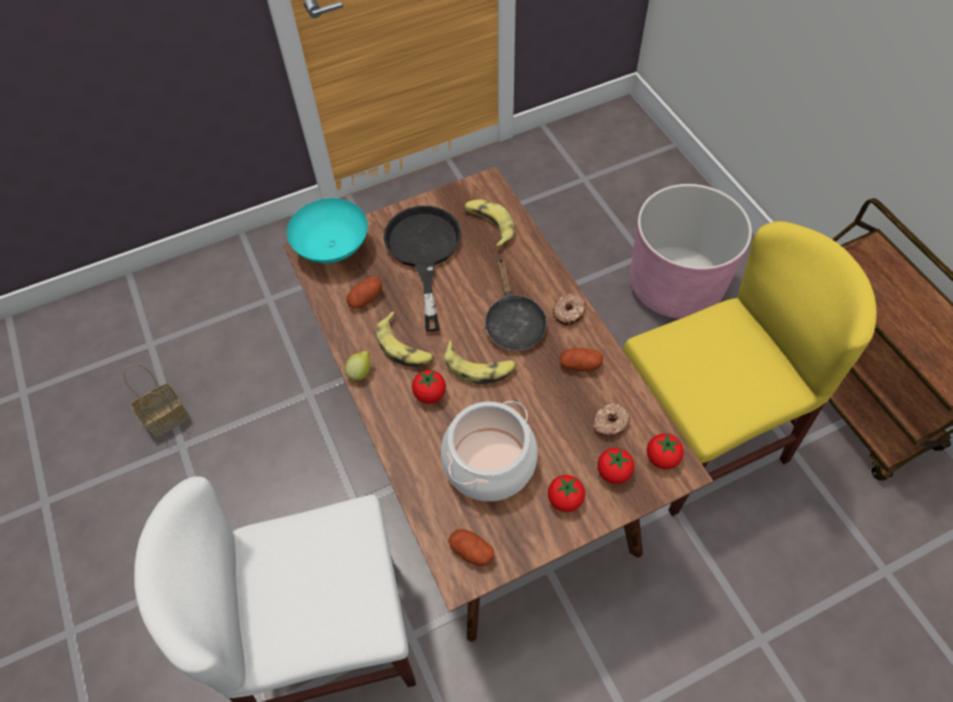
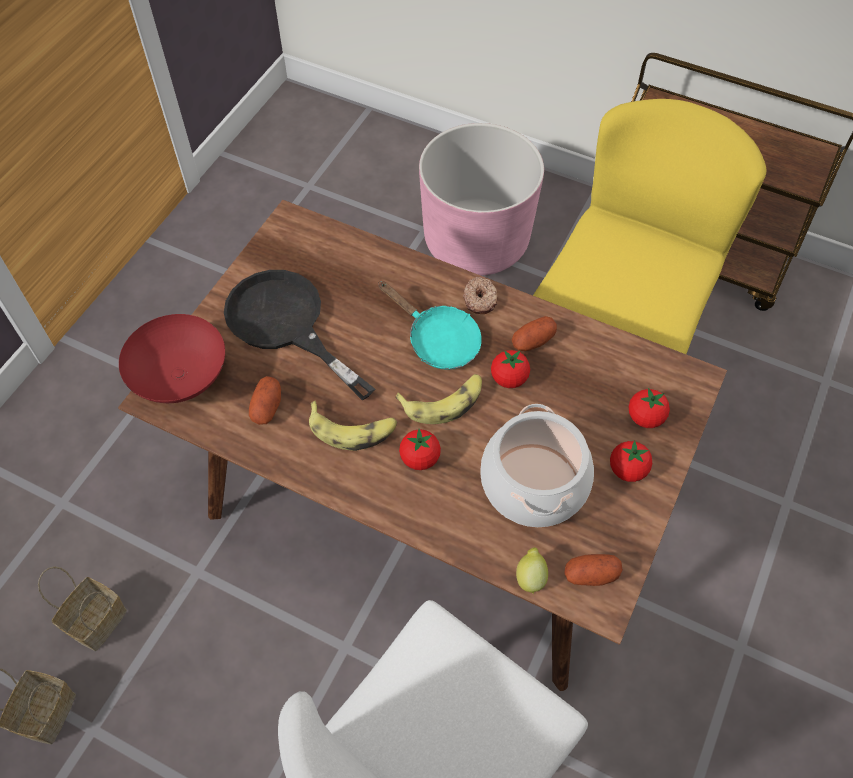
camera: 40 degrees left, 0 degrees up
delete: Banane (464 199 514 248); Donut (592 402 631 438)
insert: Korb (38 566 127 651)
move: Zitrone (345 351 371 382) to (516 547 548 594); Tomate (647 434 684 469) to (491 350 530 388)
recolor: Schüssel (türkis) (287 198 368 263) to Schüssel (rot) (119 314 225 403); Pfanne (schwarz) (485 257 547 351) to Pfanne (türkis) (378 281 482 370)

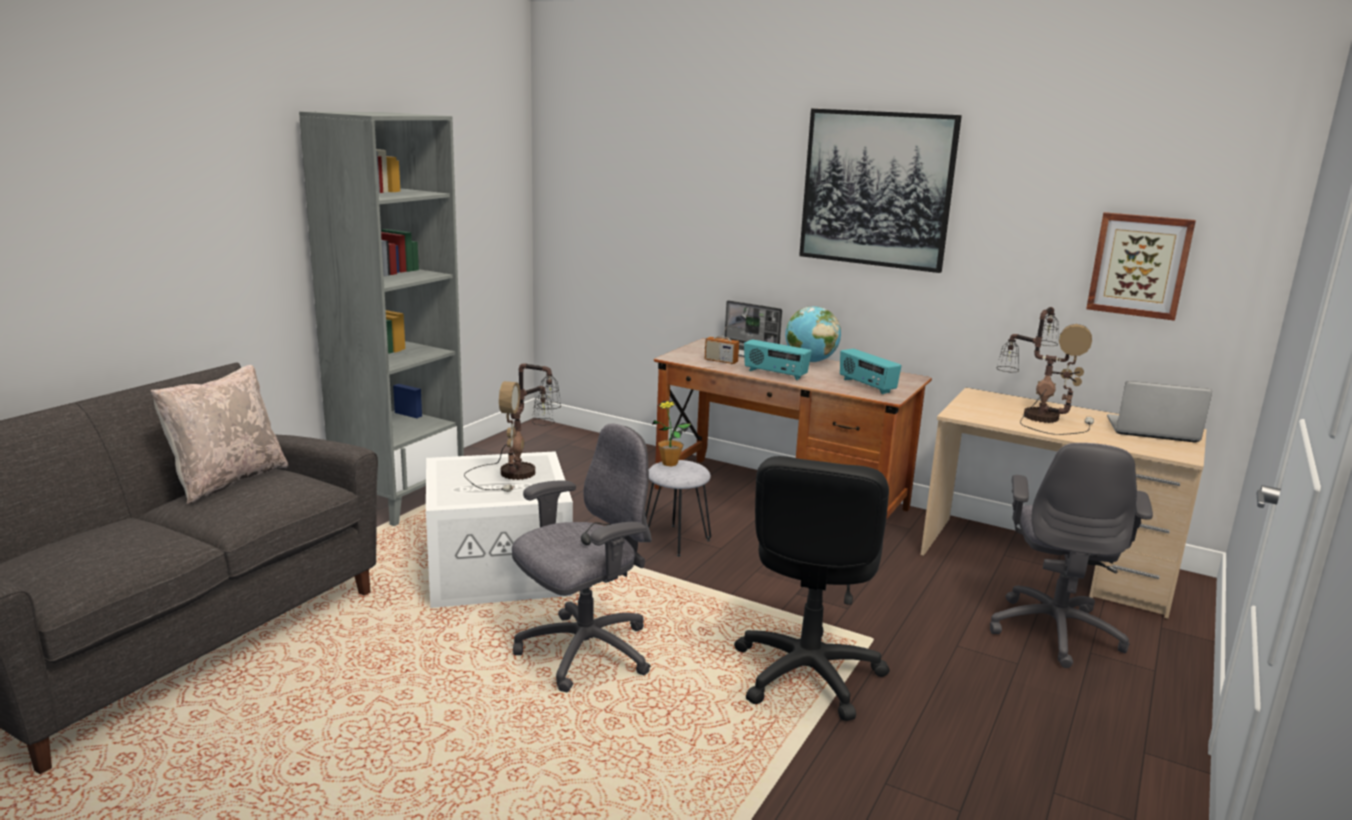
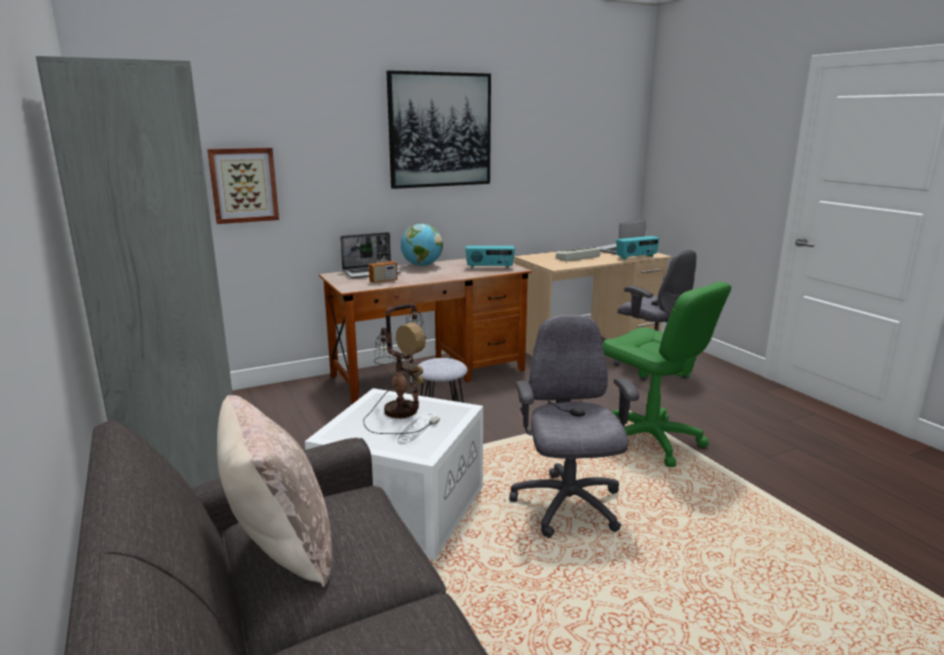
camera: 55 degrees left, 0 degrees up
delete: Topfpflanze (652 401 691 466)
move: Bild (1086 212 1196 321) to (207 148 279 224); Radio (744 339 812 380) to (616 236 659 260)
replace: Tischlampe (996 307 1094 435) to Tastatur (556 247 601 261)
recolor: Bürostuhl (schwarz) (734 456 890 721) to Bürostuhl (grün) (603 282 731 467)

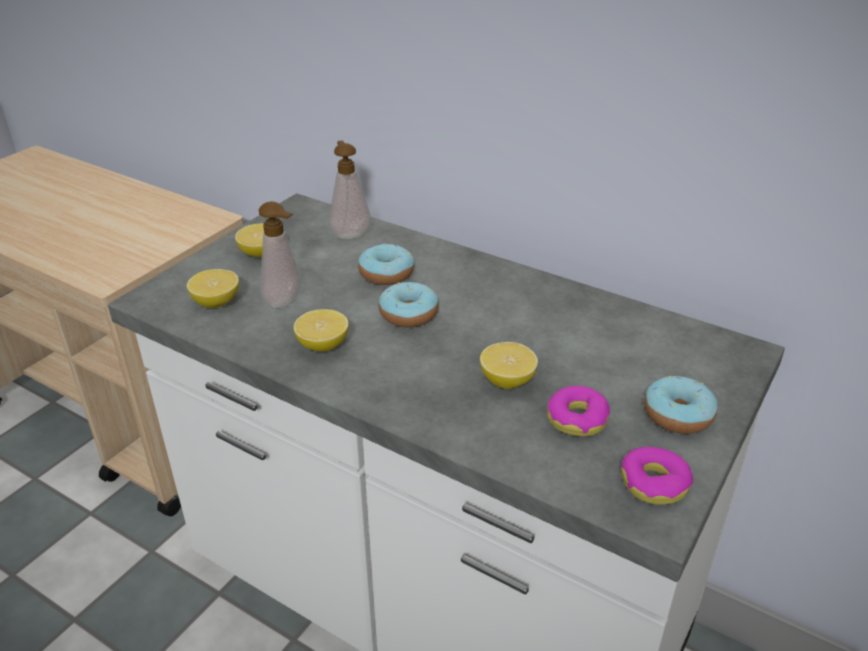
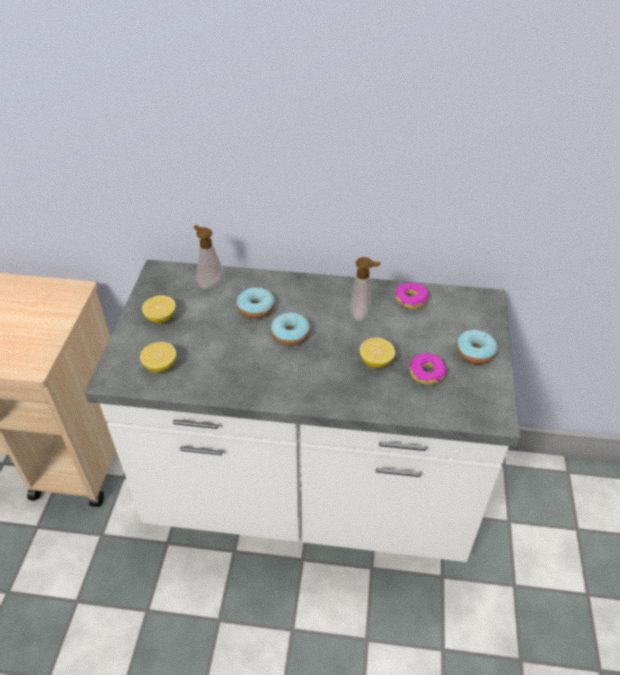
camera: 25 degrees left, 10 degrees up
delete: Zitrone (293 309 349 352)
move: Seifenspender (259 201 301 309) to (350 257 380 322); Donut (621 447 693 505) to (395 283 429 309)

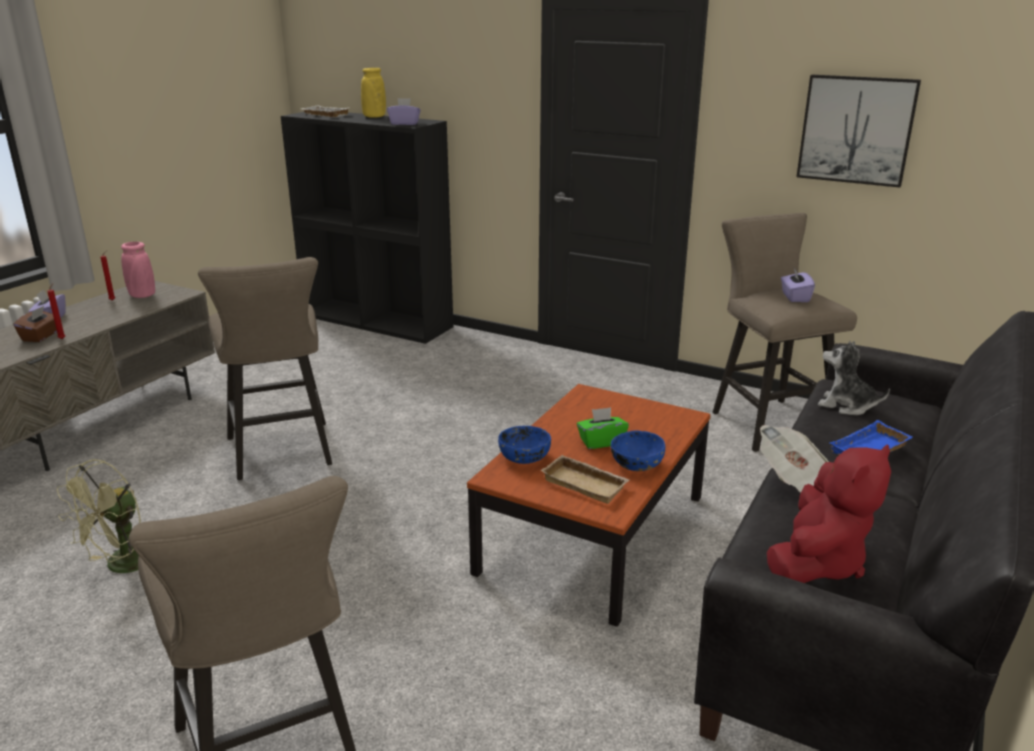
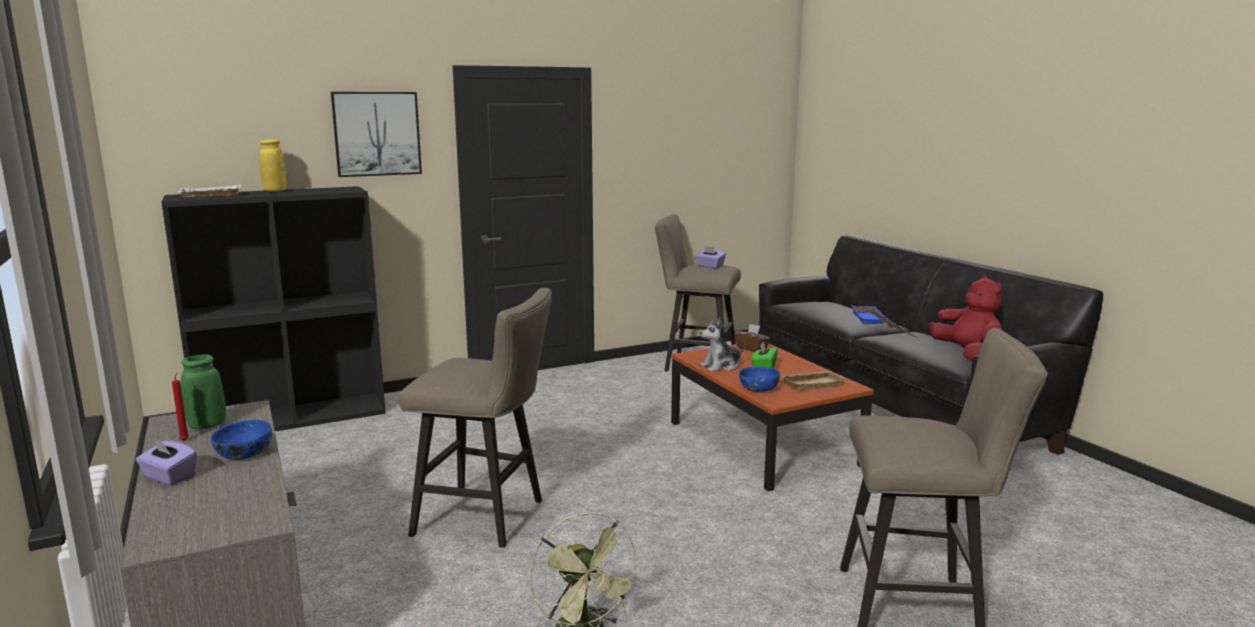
camera: 55 degrees left, 10 degrees down
delete: Taschentuchbox (lila) (387 98 421 125); Kerze (rot) (47 283 65 339)
move: Bild (797 75 921 188) to (331 92 422 177); Taschentuchbox (braun) (14 306 57 342) to (734 324 770 352); Plüschtier (818 341 890 415) to (700 317 746 372); Schüssel (blau) (611 431 665 471) to (211 420 272 460)
recolor: Vase (rosa) (121 242 155 298) to Vase (grün) (180 354 226 429)

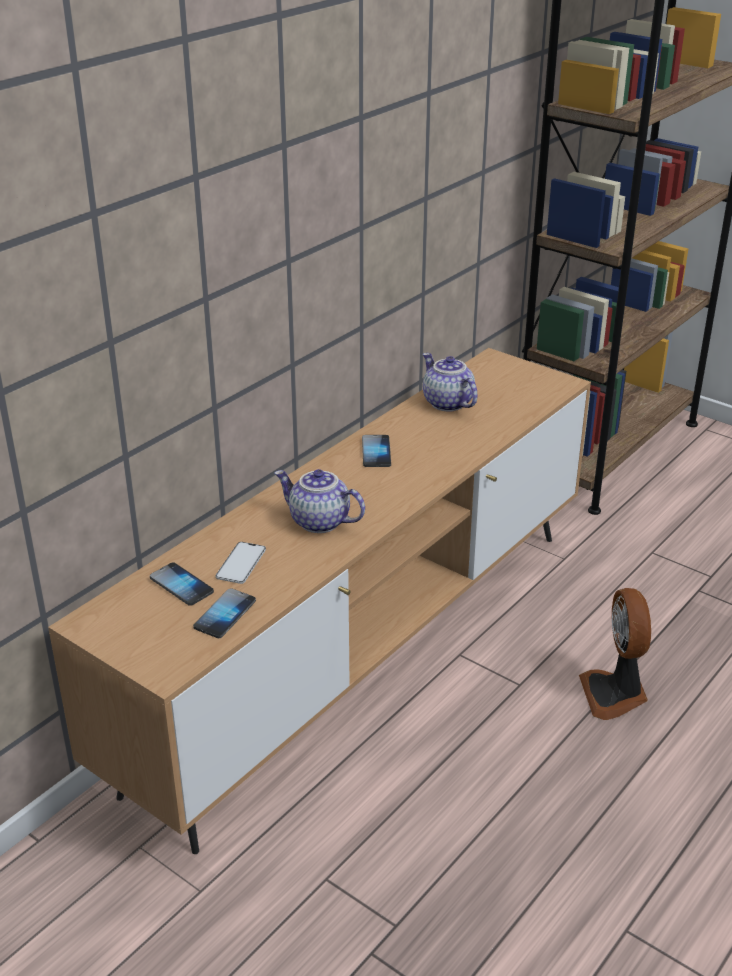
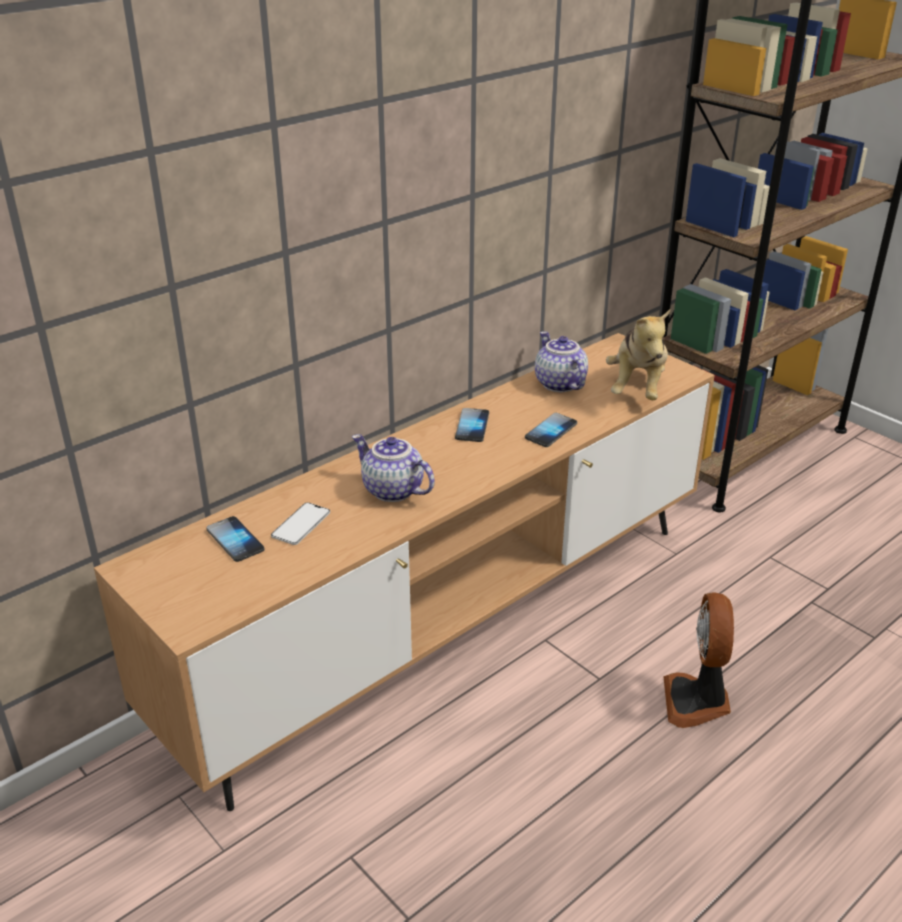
camera: 10 degrees right, 0 degrees up
insert: Plüschtier (606 309 670 400)
move: Handy (193 588 256 638) to (525 413 577 447)

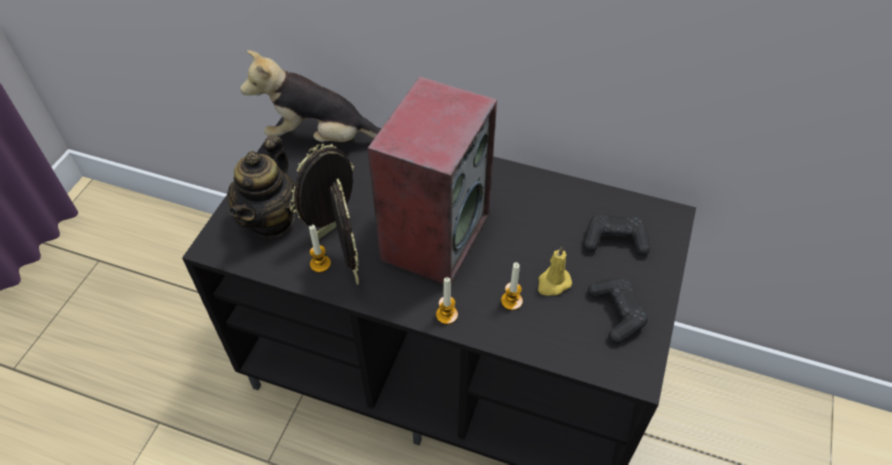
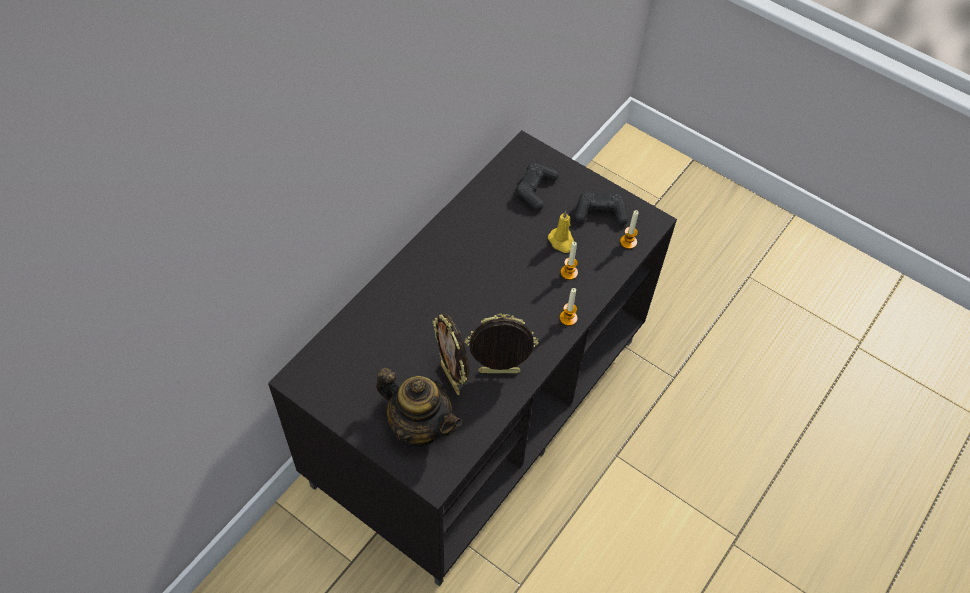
camera: 75 degrees left, 5 degrees up
delete: Plüschtier (240 50 380 142); Lautsprecher (368 76 497 284)
move: Kerze (309 225 331 273) to (620 210 639 249)

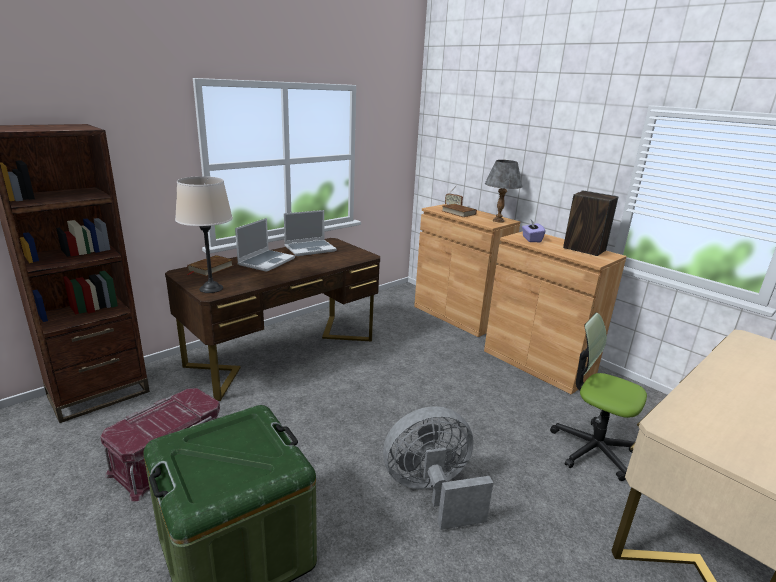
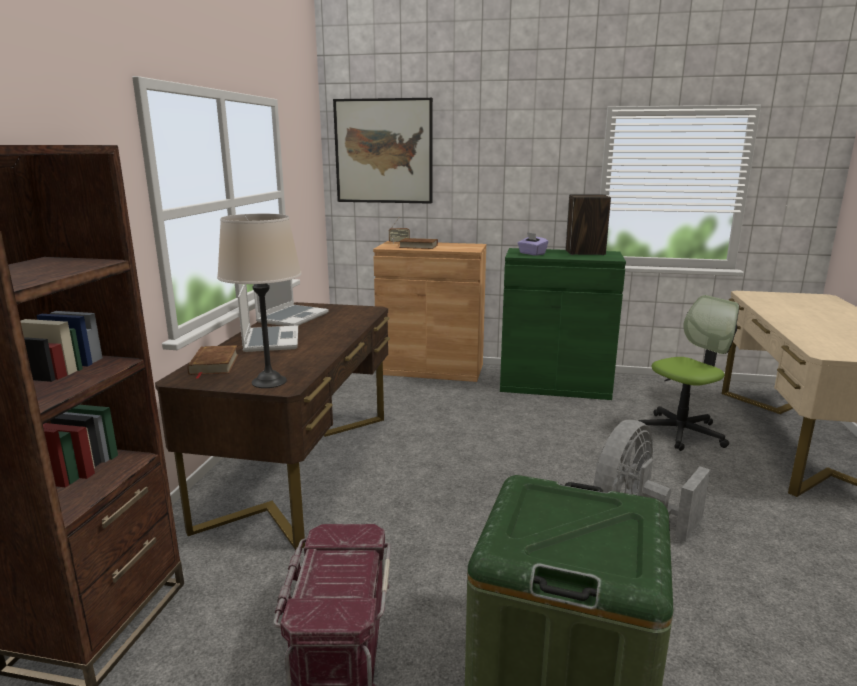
camera: 35 degrees left, 5 degrees down
delete: Tischlampe (grau) (485 160 522 223)
insert: Bild (333 98 433 204)
recolor: Schrank (braun) (484 231 627 395) to Schrank (grün) (500 248 626 400)
rotate: Bürostuhl (550 313 647 481) = (639 295 739 451) 150 degrees clockwise

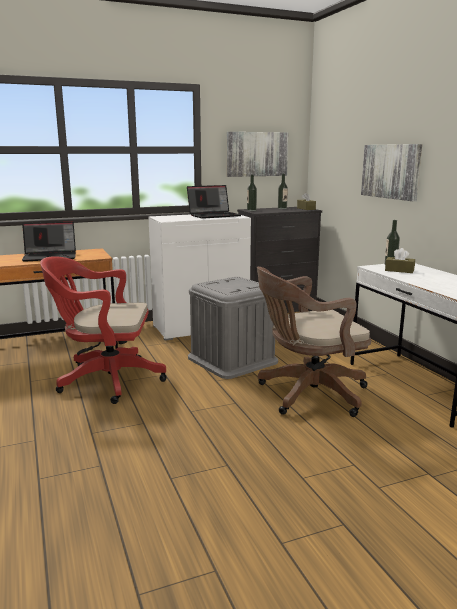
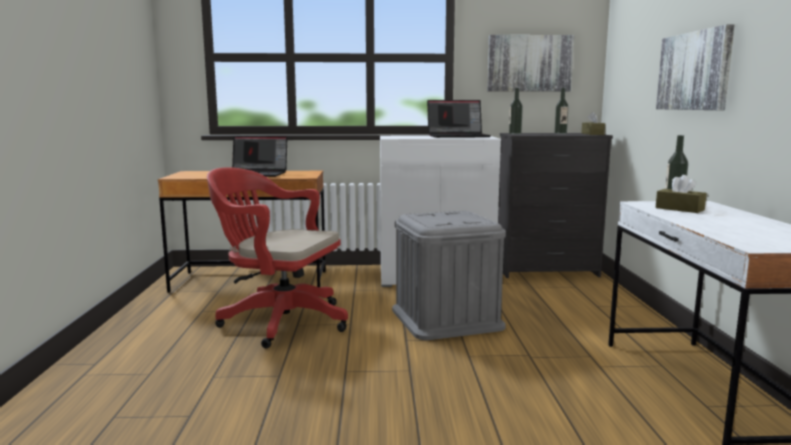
camera: 20 degrees right, 5 degrees down
delete: Bürostuhl (braun) (257 267 371 417)

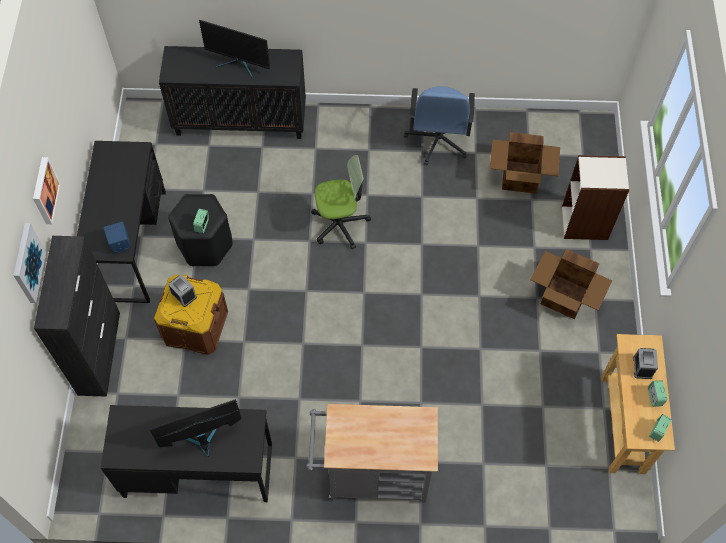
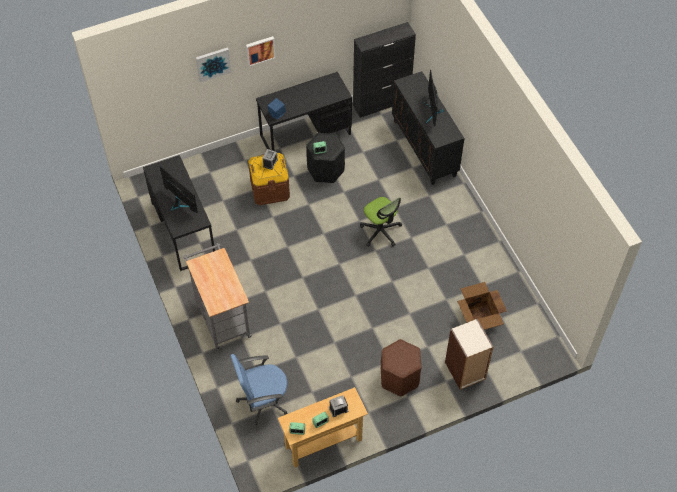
camera: 65 degrees right, 5 degrees down
move: Bürostuhl (blau) (404 86 475 165) to (231 354 288 425); Schrank (schwarz) (34 236 120 397) to (353 22 416 118)
replace: Karton (530 249 612 319) to Hocker (braun) (381 339 422 397)

